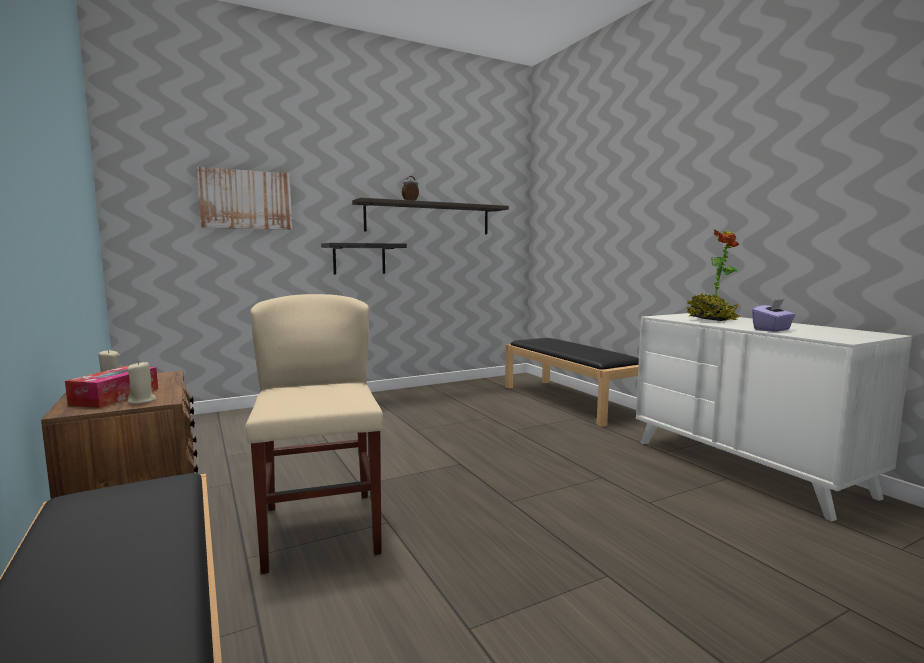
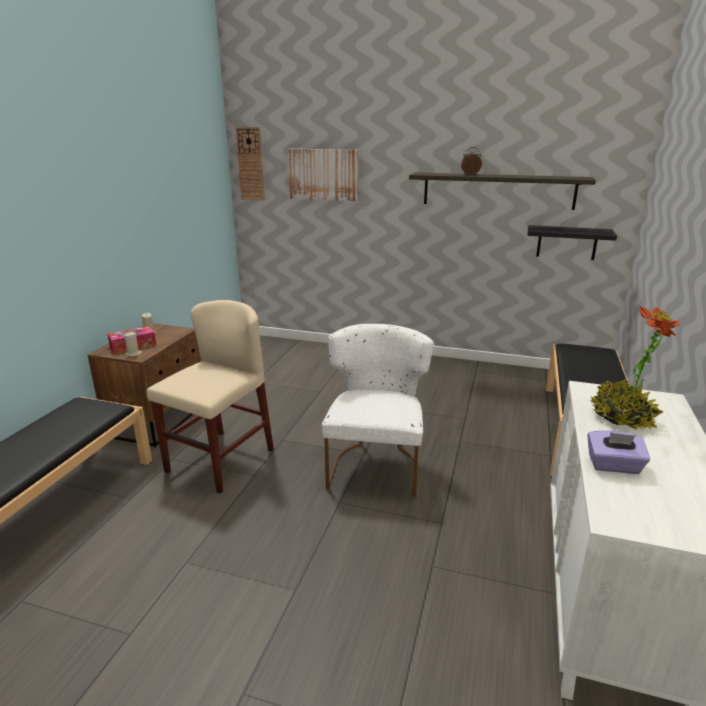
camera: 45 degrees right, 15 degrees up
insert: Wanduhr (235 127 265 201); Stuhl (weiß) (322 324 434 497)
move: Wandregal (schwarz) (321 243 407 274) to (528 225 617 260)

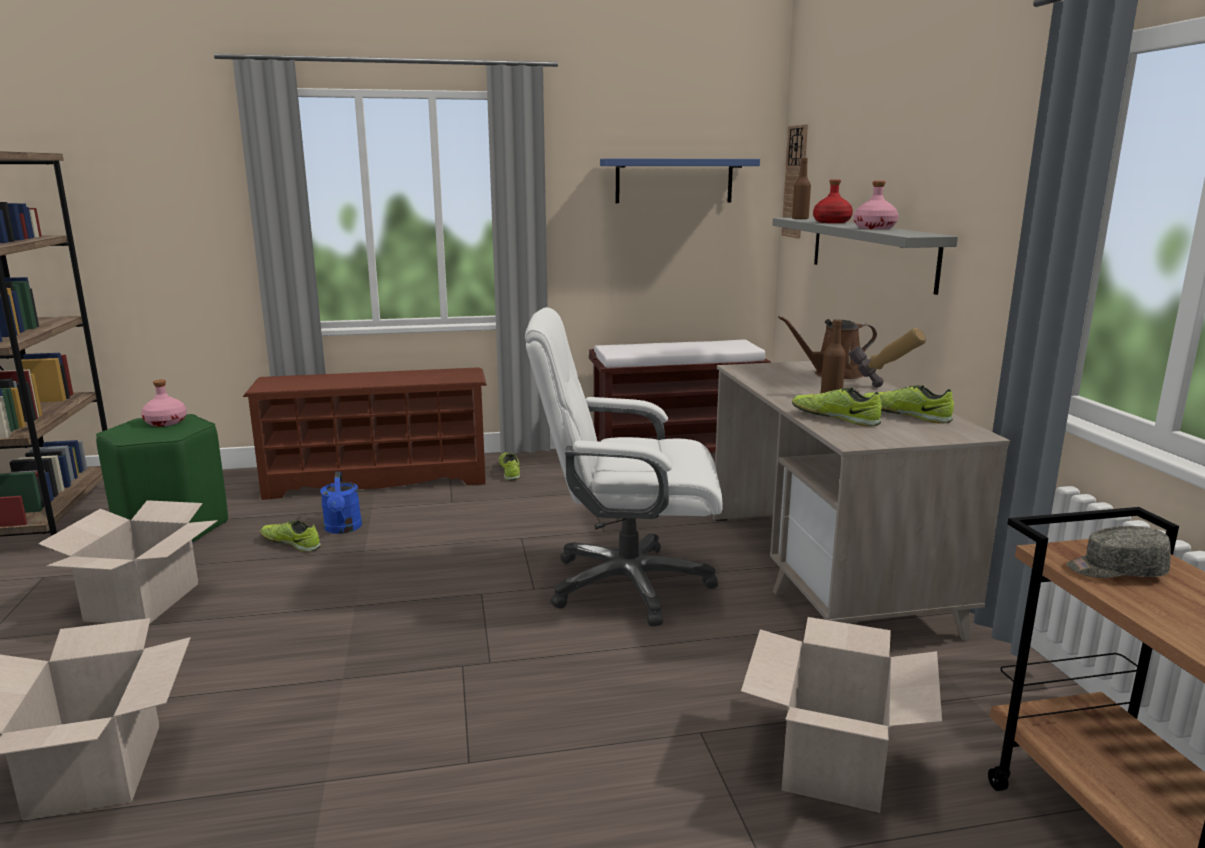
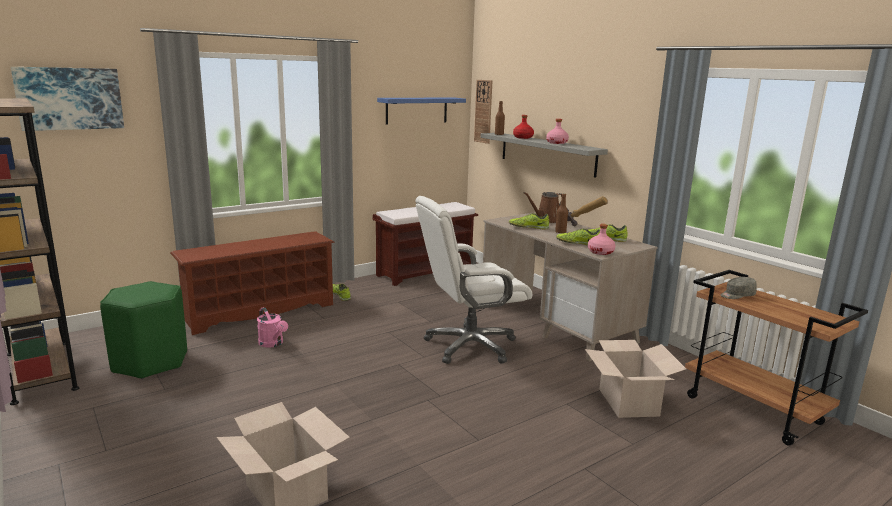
camera: 25 degrees left, 0 degrees up
delete: Karton (38 500 218 624)
insert: Bild (11 67 124 131)
move: Flasche (rosa) (141 380 187 427) to (588 224 616 255); Schuh (260 520 321 552) to (509 213 549 230)
recolor: Gießkanne (blau) (320 471 362 534) to Gießkanne (rosa) (257 307 288 348)

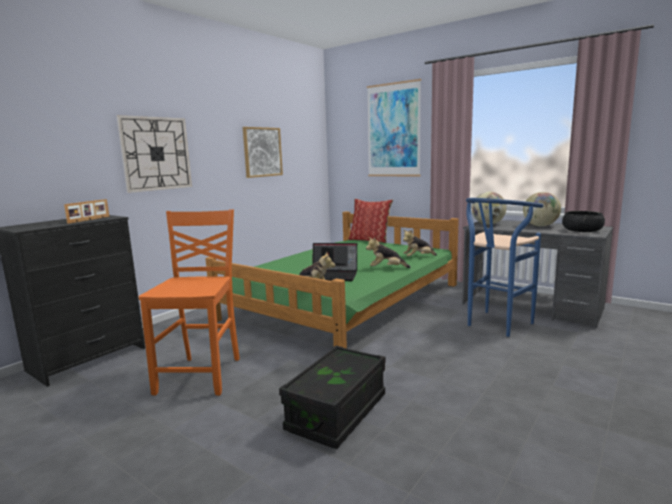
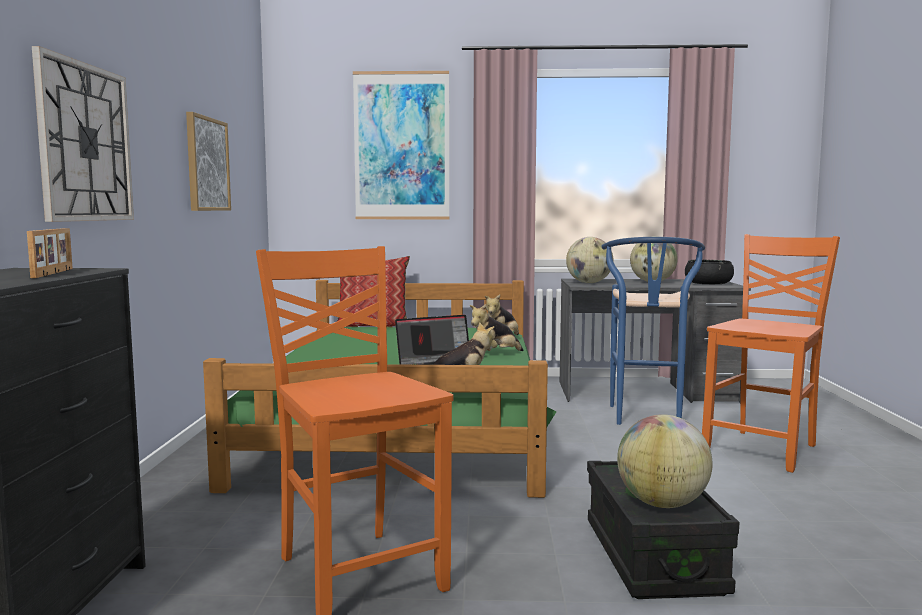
camera: 35 degrees left, 5 degrees down
insert: Stuhl (orange) (702 234 840 473); Globus (617 414 713 508)

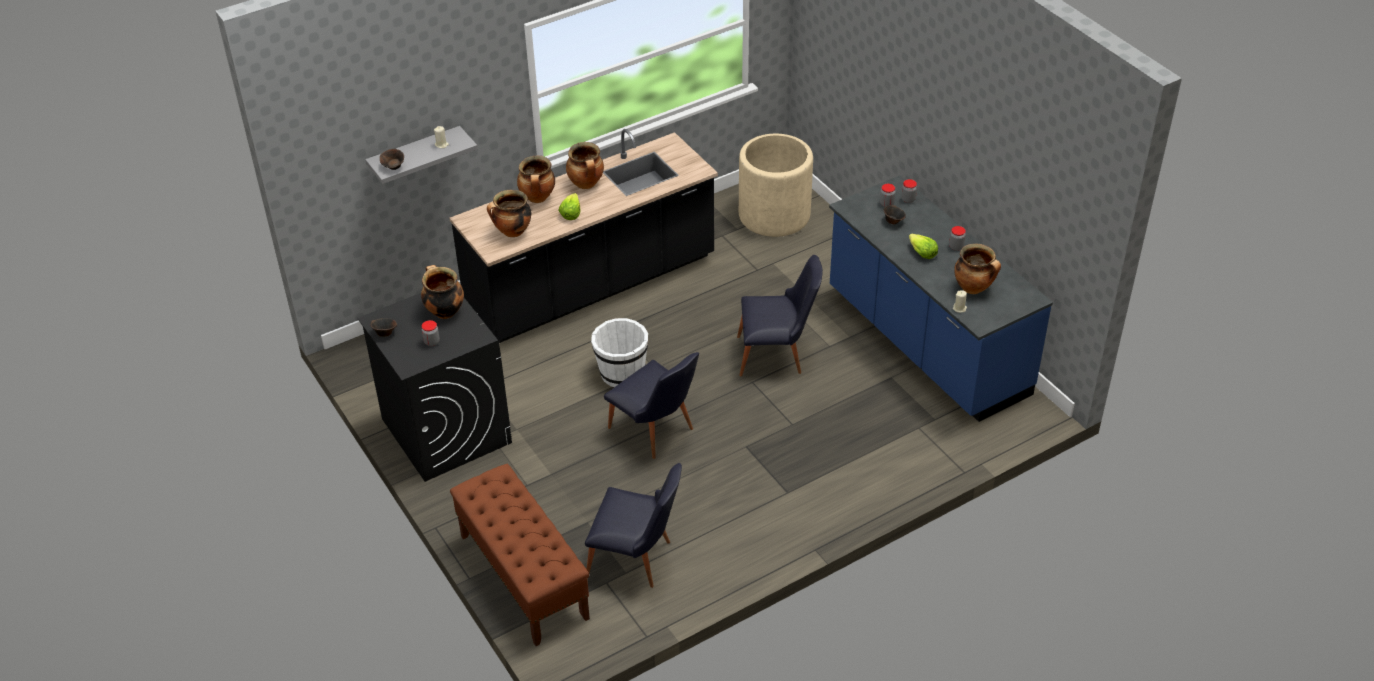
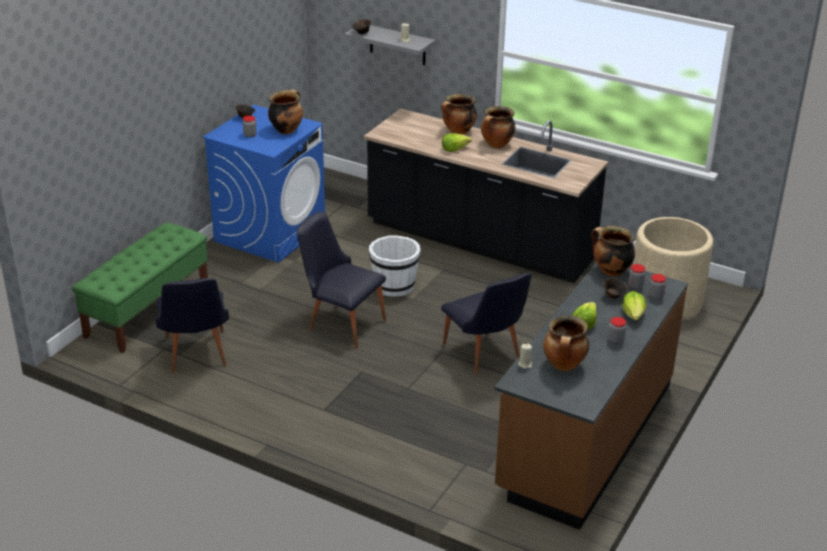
camera: 60 degrees right, 10 degrees down
insert: Salatkopf (622 291 646 320)
move: Kochtopf (487 190 531 237) to (591 226 635 276)
recolor: Küchenzeile (blau) (829 175 1053 422) to Küchenzeile (braun) (494 262 688 530); Waschmaschine (schwarz) (358 293 512 482) to Waschmaschine (blau) (203 105 325 263); Bank (braun) (450 464 590 646) to Bank (grün) (72 223 208 353)
rotate: Stuhl (schwarz) (604 352 699 459) = (297 211 386 349) 105 degrees clockwise

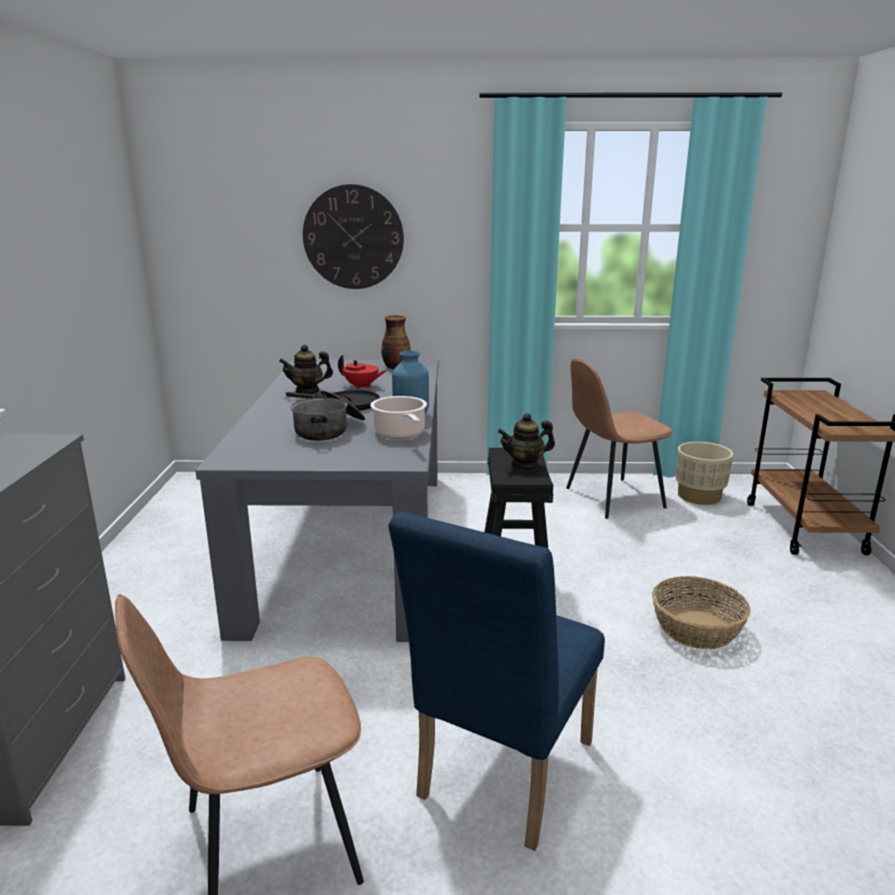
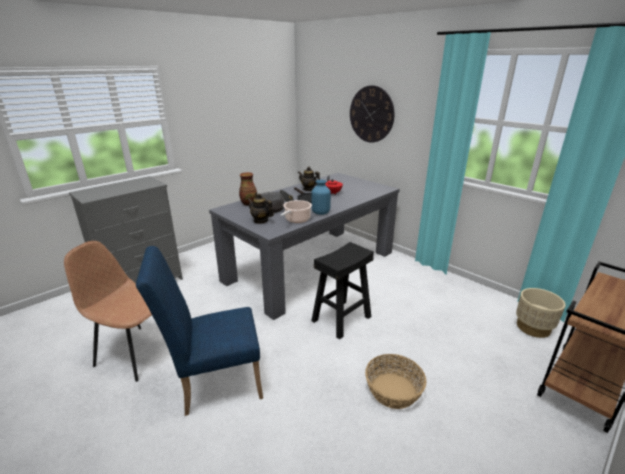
camera: 45 degrees right, 5 degrees up
delete: Stuhl (braun) (566 359 673 519)
move: Vase (381 315 410 369) to (239 172 257 206); Teekanne (498 413 555 471) to (247 194 274 224)

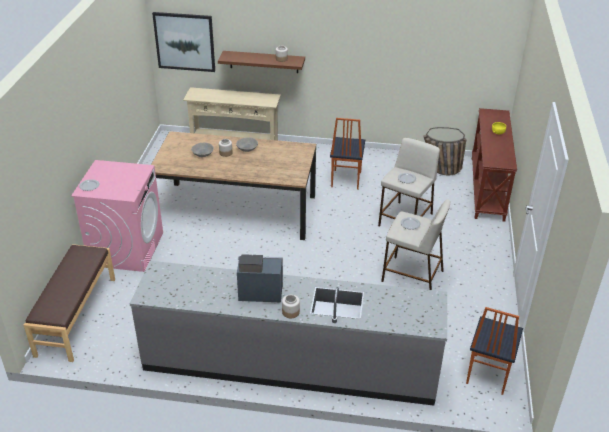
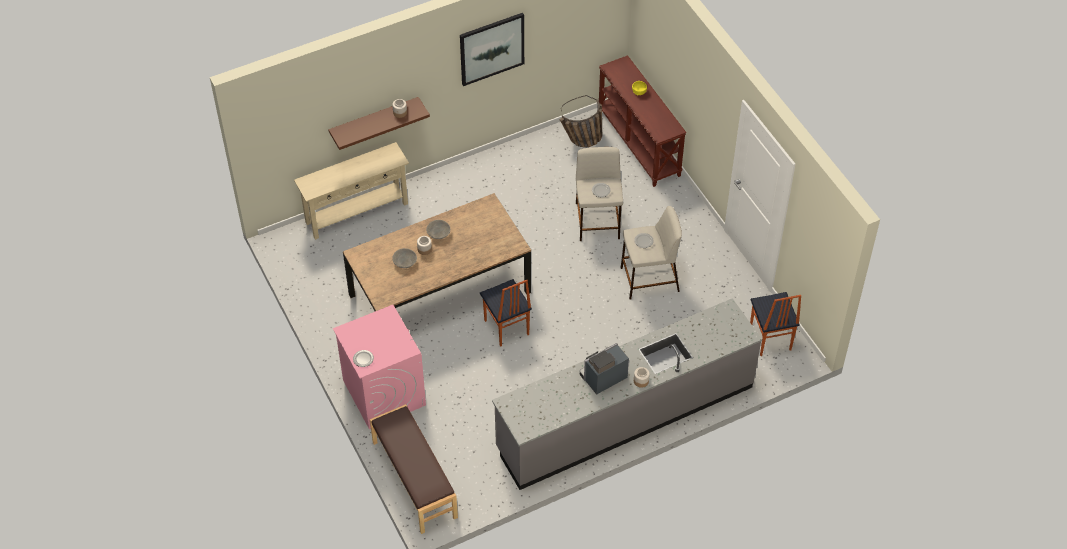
camera: 35 degrees left, 15 degrees up
move: Bild (152 12 215 72) to (460 13 524 86); Stuhl (330 118 365 190) to (480 279 532 347)

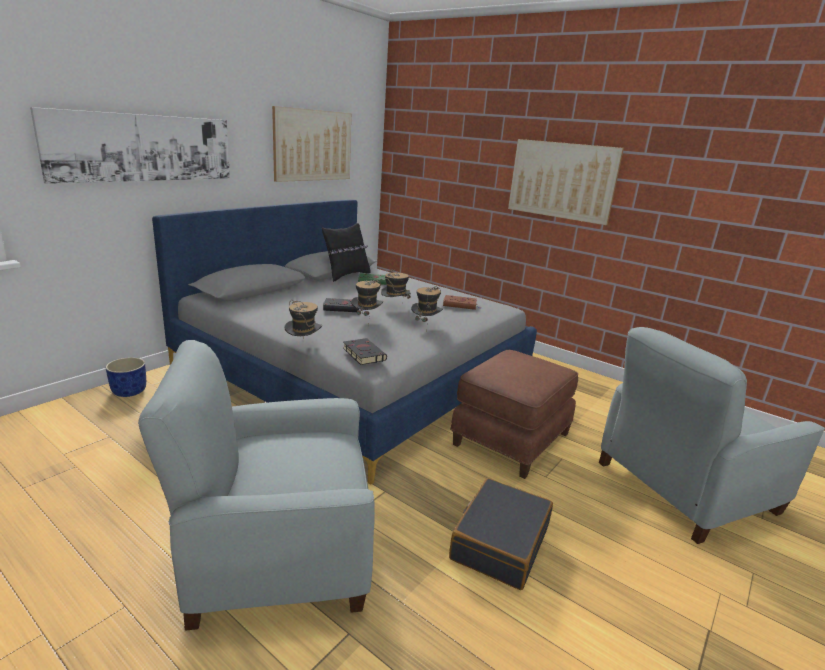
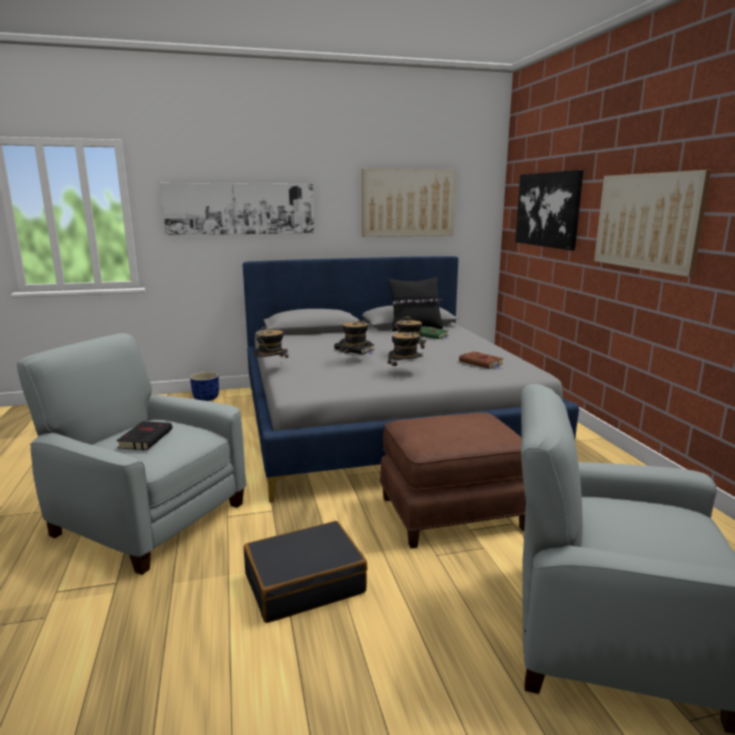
camera: 40 degrees right, 5 degrees down
insert: Bild (515 170 583 251)
move: Buch (schwarz) (343 338 387 365) to (116 421 172 450)

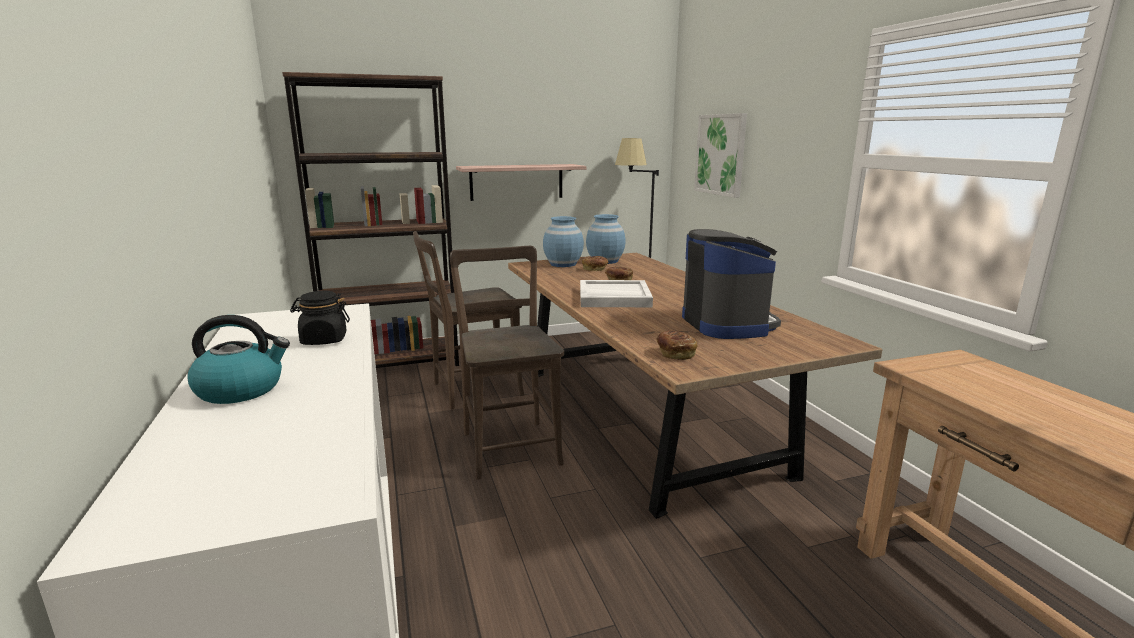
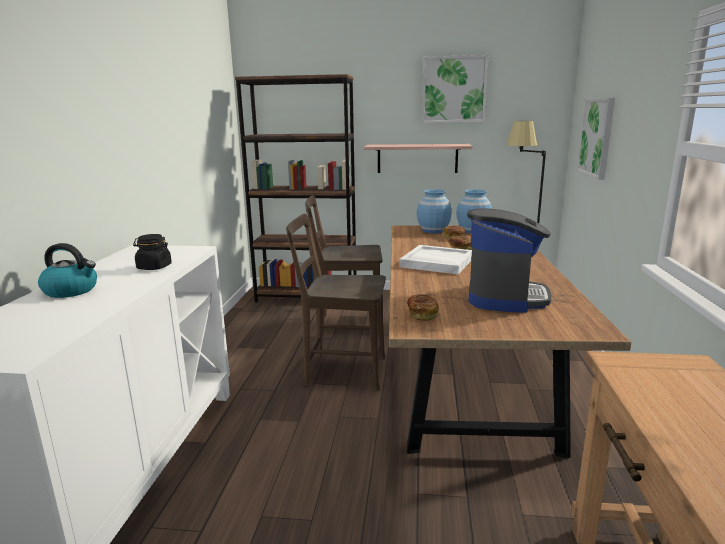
camera: 25 degrees right, 0 degrees up
insert: Bild (422 55 488 123)
rotate: Stuhl (braun) (450 246 564 480) = (286 214 386 391) 90 degrees counterclockwise

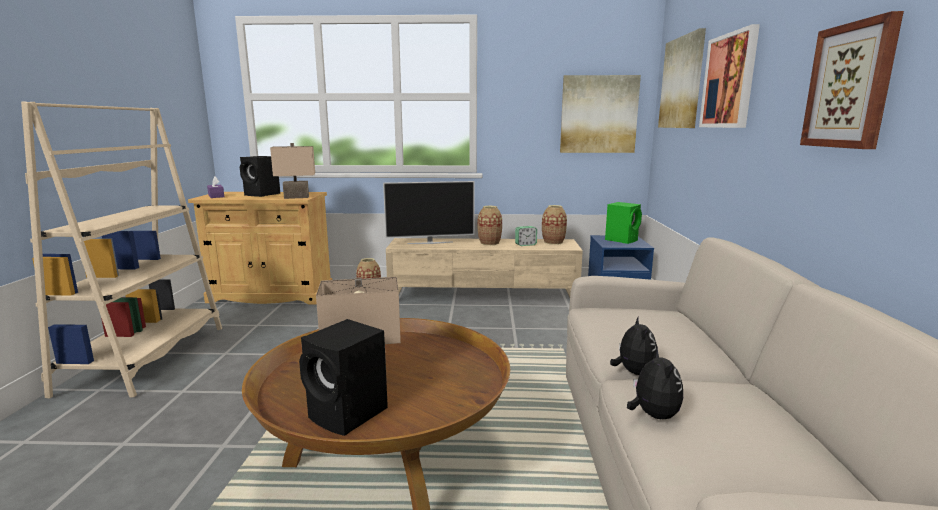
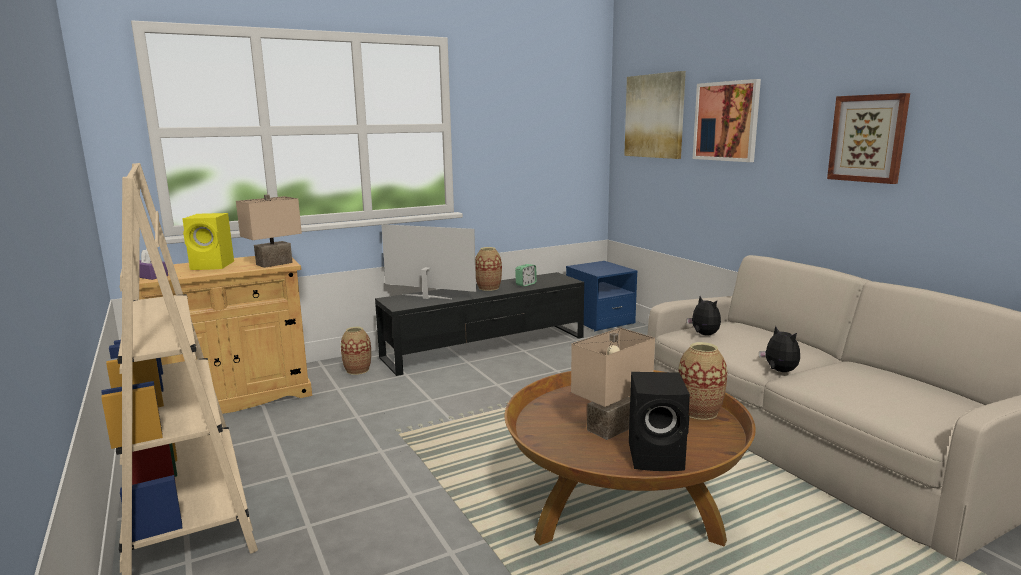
camera: 30 degrees left, 0 degrees up
delete: Bild (560 75 641 153); Lautsprecher (grün) (605 202 642 244)
move: Vase (542 205 567 245) to (678 342 727 420); Plüschtier (627 347 683 419) to (687 296 721 336)
recolor: Lautsprecher (schwarz) (240 156 280 197) to Lautsprecher (gelb) (182 213 234 270); Fernsehschrank (beige) (386 238 583 297) to Fernsehschrank (schwarz) (375 272 584 376)
rotate: Fernseher (383 181 475 244) = (382 224 476 299) 120 degrees counterclockwise

